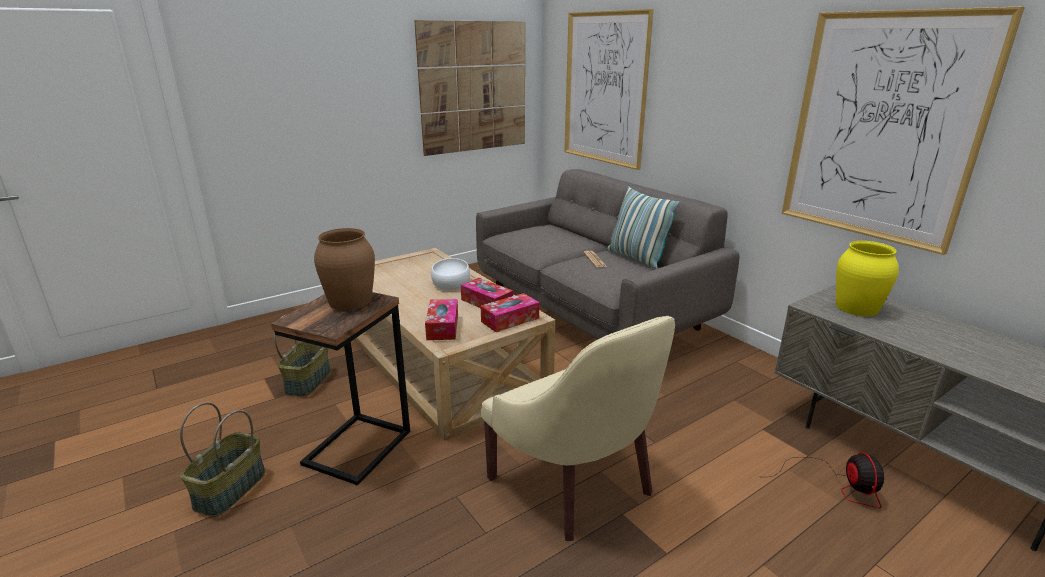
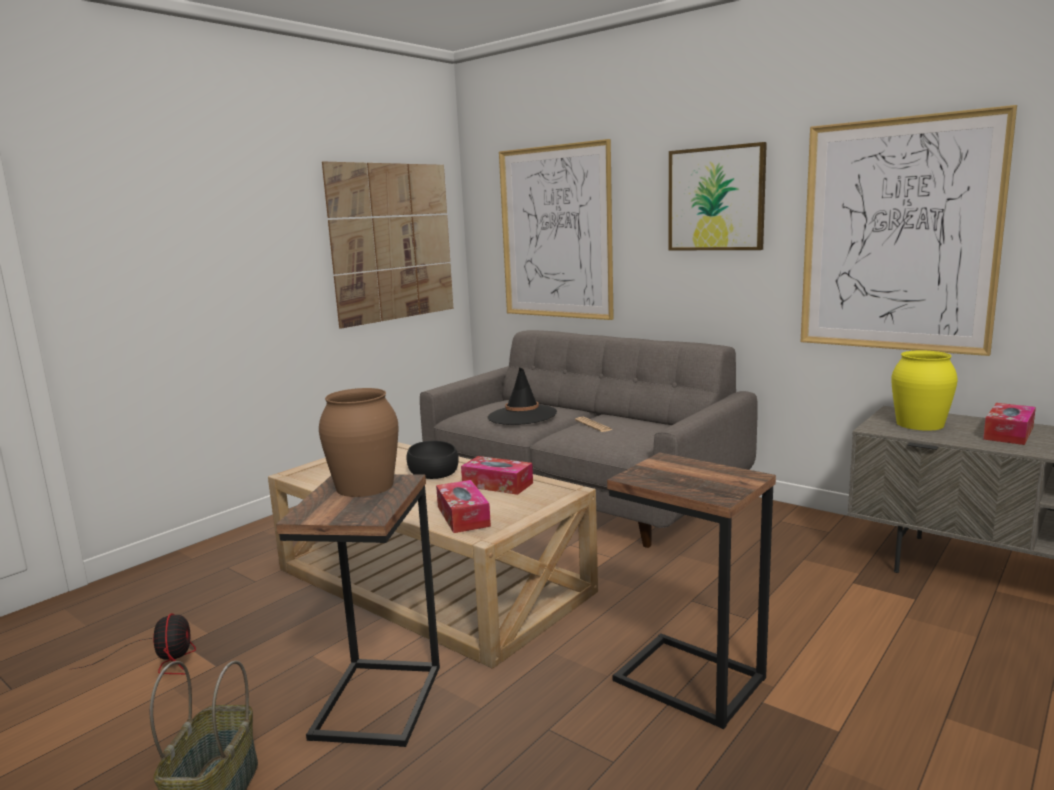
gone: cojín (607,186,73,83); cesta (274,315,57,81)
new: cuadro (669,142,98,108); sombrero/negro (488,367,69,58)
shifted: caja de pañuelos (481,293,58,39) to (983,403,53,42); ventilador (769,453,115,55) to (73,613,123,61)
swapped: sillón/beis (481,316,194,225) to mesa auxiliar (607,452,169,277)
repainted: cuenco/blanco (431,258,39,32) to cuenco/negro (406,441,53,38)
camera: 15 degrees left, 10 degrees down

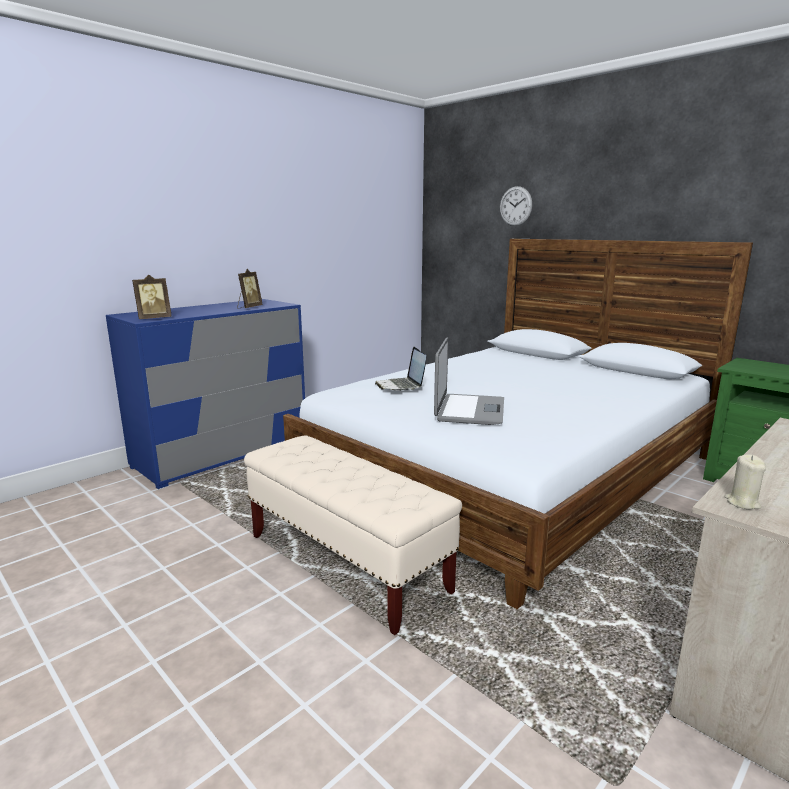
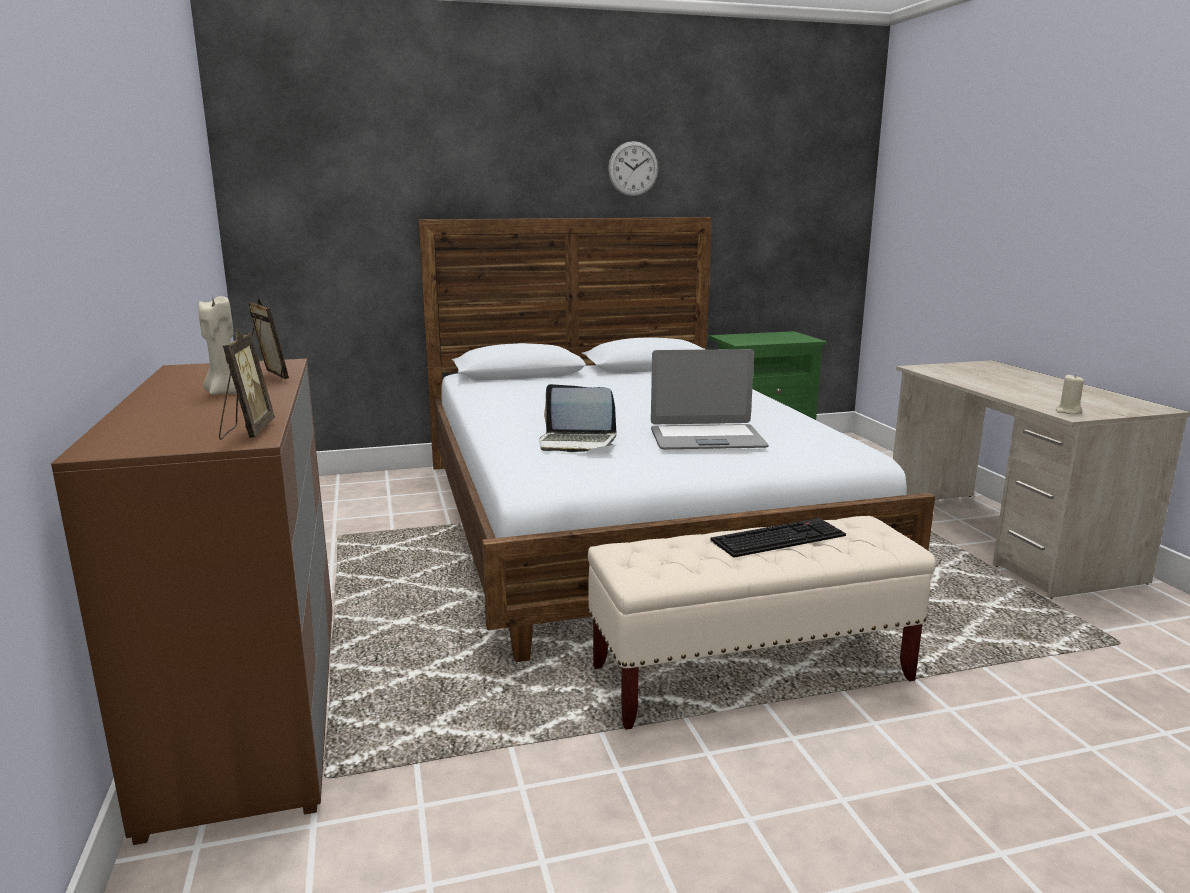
new: vela/beis (198,295,39,100); teclado (710,518,136,40)
shifted: reloj de pared (500,186,32,40) to (608,141,50,55)
repainted: cómoda/azul (106,299,199,190) to cómoda/marrón (51,359,282,486)
rotated: portátil (434,337,70,88) = (651,349,118,100) 135 degrees clockwise
camera: 60 degrees left, 0 degrees up

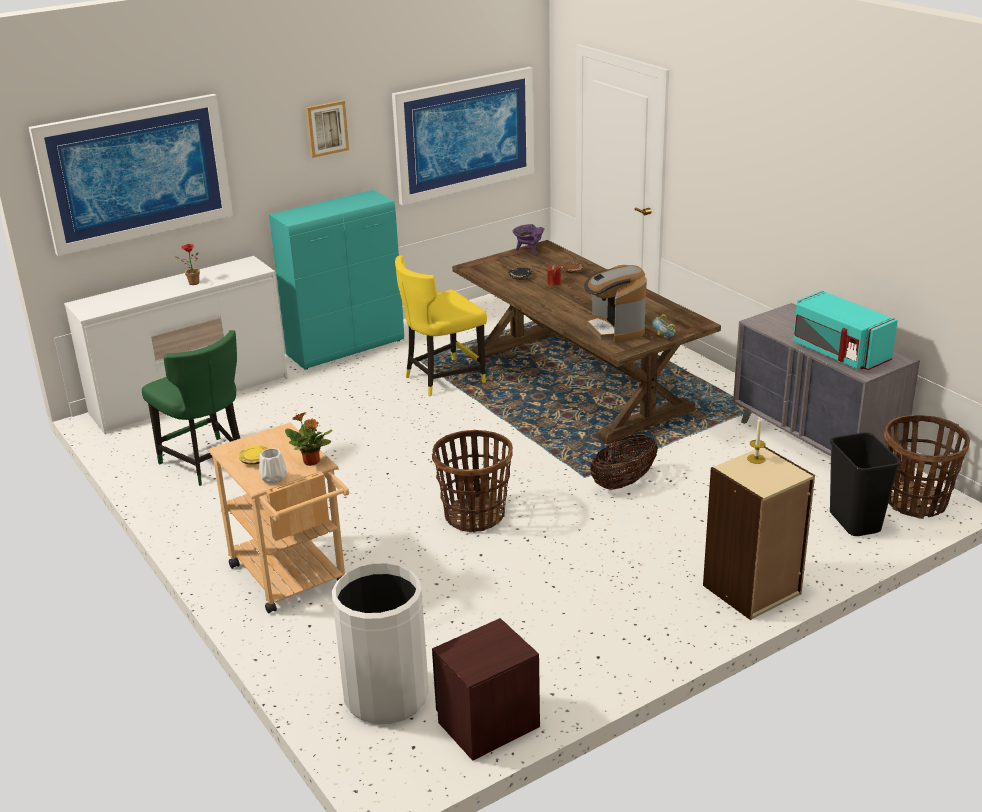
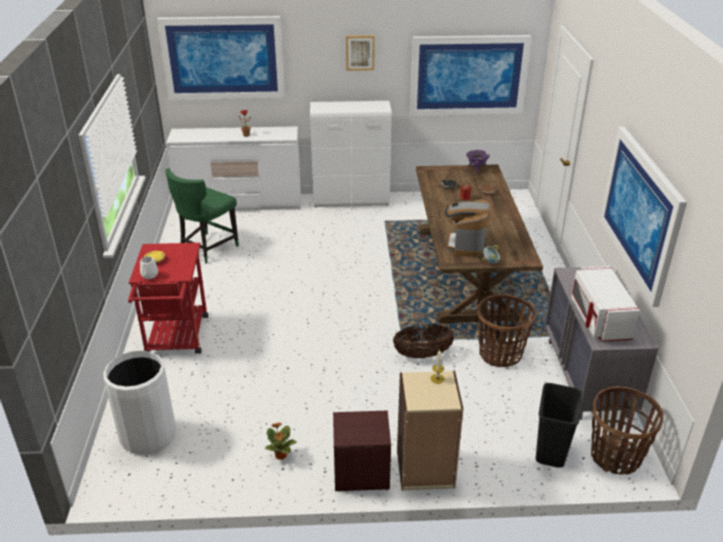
gone: silla/amarillo (395,255,92,141)
new: cuadro (600,127,87,180)
shifted: planta en maceta (285,412,48,54) to (265,422,32,38); cesta (432,430,81,103) to (477,294,59,73); mesita de noche/marrón (432,618,108,143) to (333,410,58,81)
repainted: armario/turquesa (269,190,135,179) to armario/blanco (310,101,82,107); microondas/turquesa (793,290,105,80) to microondas/blanco (571,266,69,76); carrito/beis (208,423,141,190) to carrito/rojo (128,243,80,111)
rotated: silla/verde (142,330,98,156) = (165,168,74,96) 45 degrees clockwise
camera: 30 degrees right, 5 degrees up

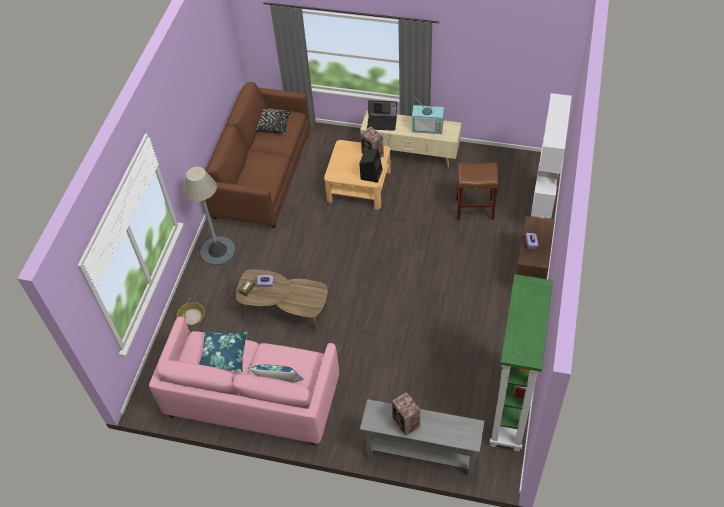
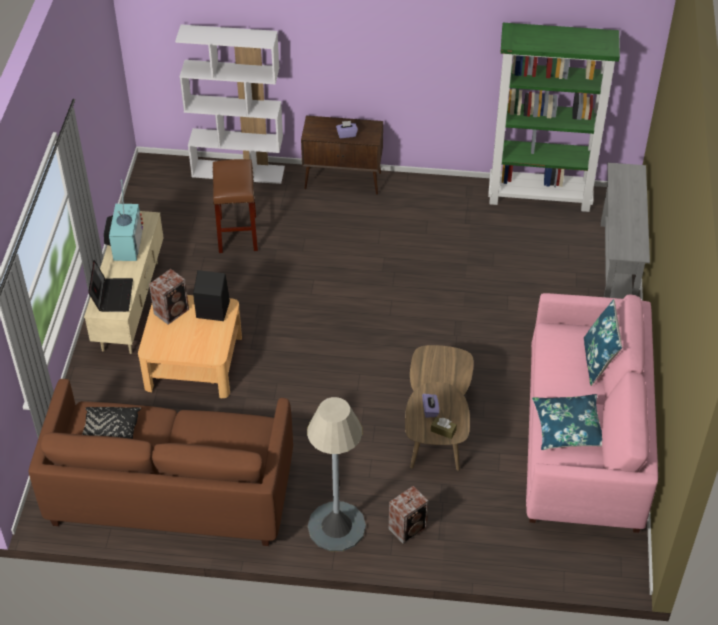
gone: cesta (177,298,28,28)
shifted: altavoz (392,392,28,44) to (389,486,39,58)
camera: 100 degrees left, 5 degrees down

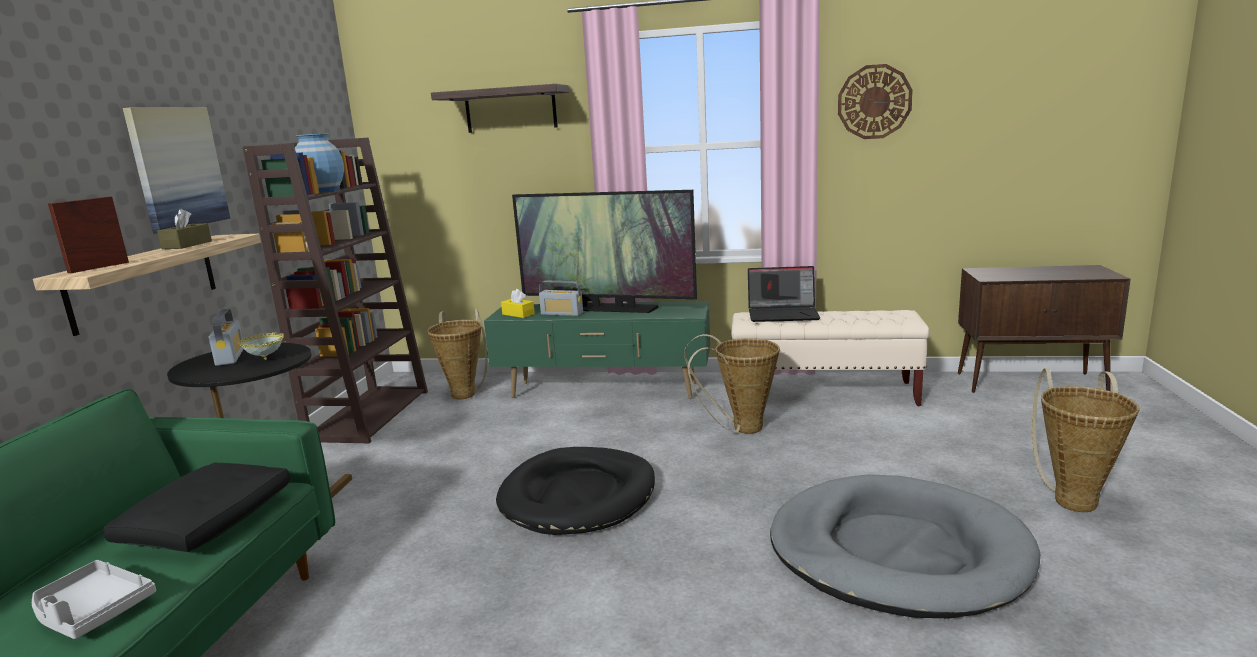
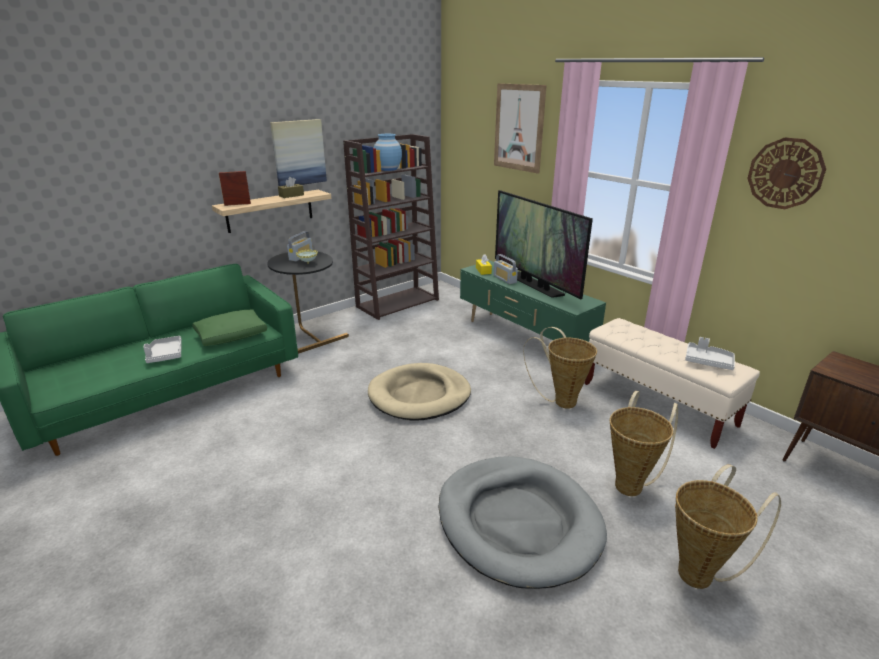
gone: portátil (748,266,72,56)
new: bandeja/gris (685,337,50,33)
shifted: cesta (427,309,60,90) to (610,391,68,105)
swapped: estante (431,84,138,49) to cuadro (494,83,53,91)
repainted: cama para perro/negro (496,447,159,88) to cama para perro/beis (368,363,103,58); cojín/negro (103,463,187,89) to cojín/verde (192,309,75,37)
camera: 40 degrees right, 10 degrees up

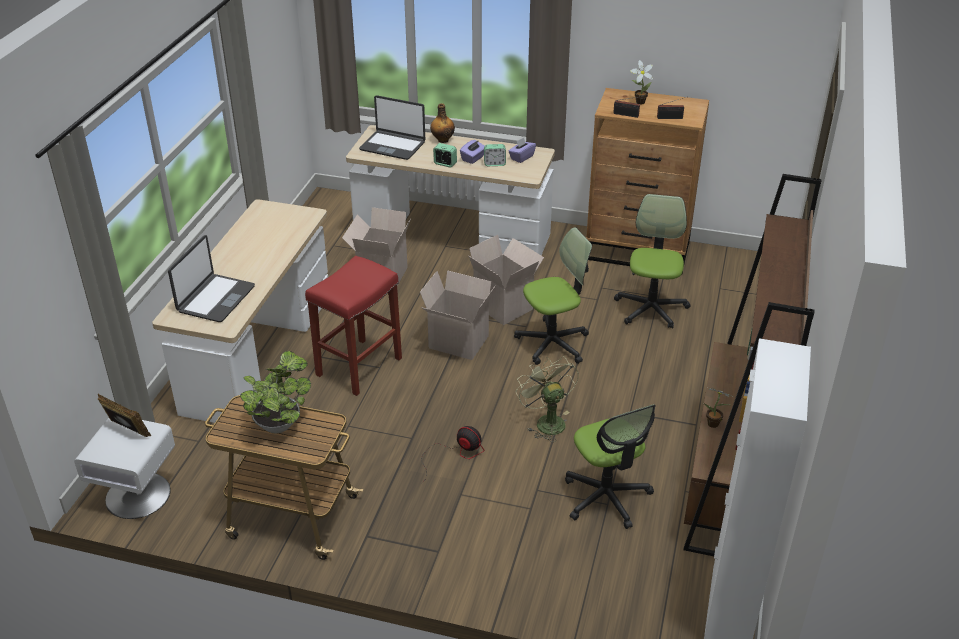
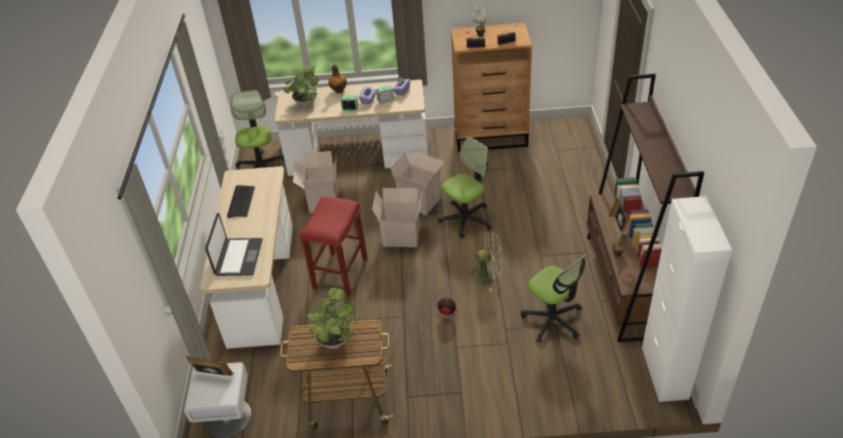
new: teclado (227,185,28,33); portarretratos (608,196,20,45)
shifted: silla de oficina (614,194,77,135) to (231,90,54,78)
swapped: portátil (359,95,66,65) to planta en maceta (284,65,35,41)
rotated: ventilador/verde (516,356,63,86) = (467,233,36,59) 135 degrees clockwise
camera: 15 degrees left, 5 degrees up

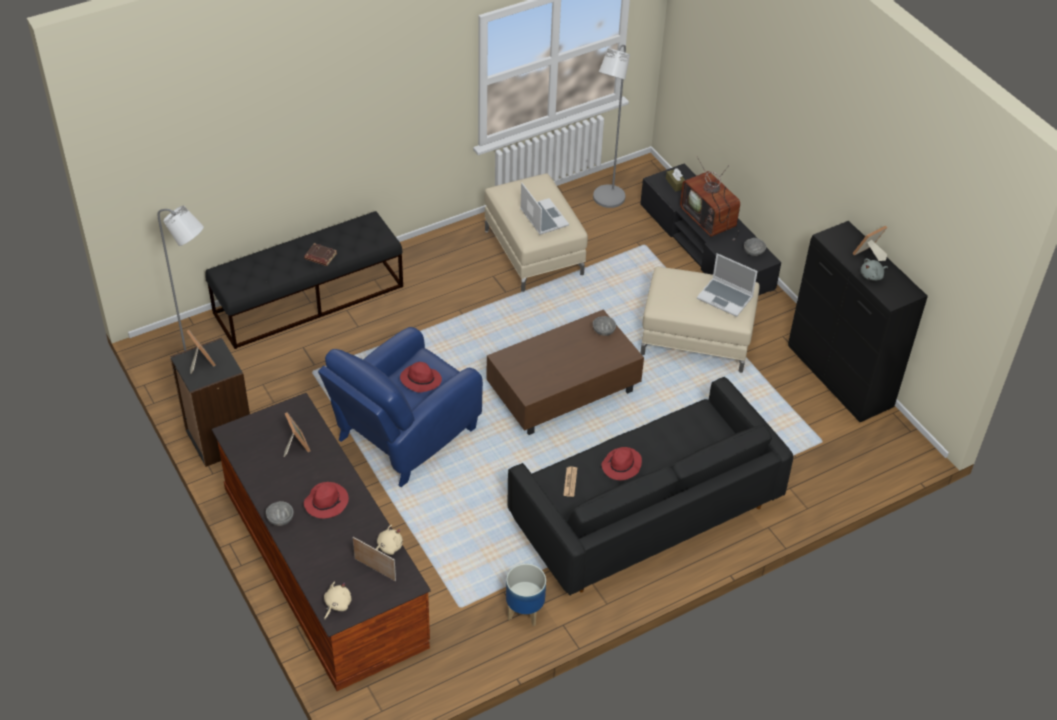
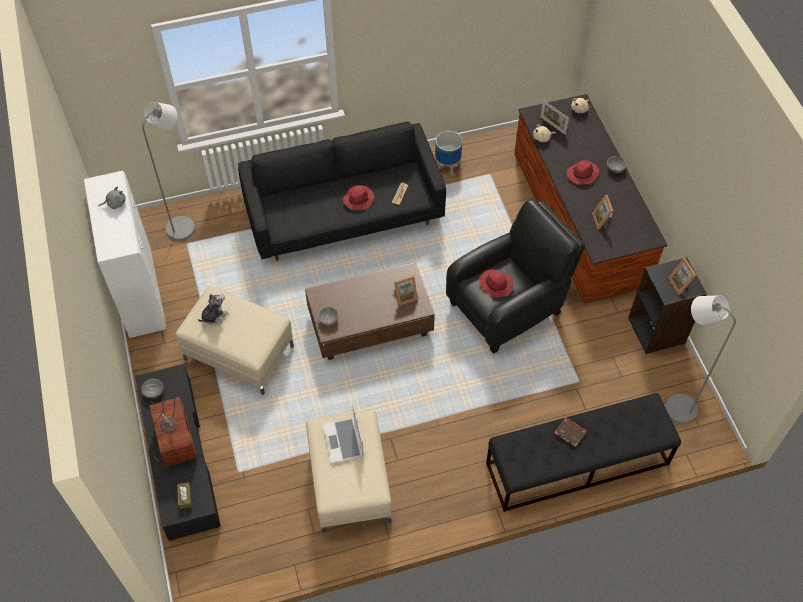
shifted: lámpara de pie/gris (593,45,37,163) to (142,102,53,139); portarretratos (852,225,35,36) to (393,275,25,31)
swapped: portátil (697,253,61,64) to peluche (198,294,31,31)
repainted: armario/negro (788,221,140,201) to armario/blanco (84,171,82,167); sillón/azul (318,327,165,160) to sillón/negro (446,199,139,155)
camera: 165 degrees left, 10 degrees up

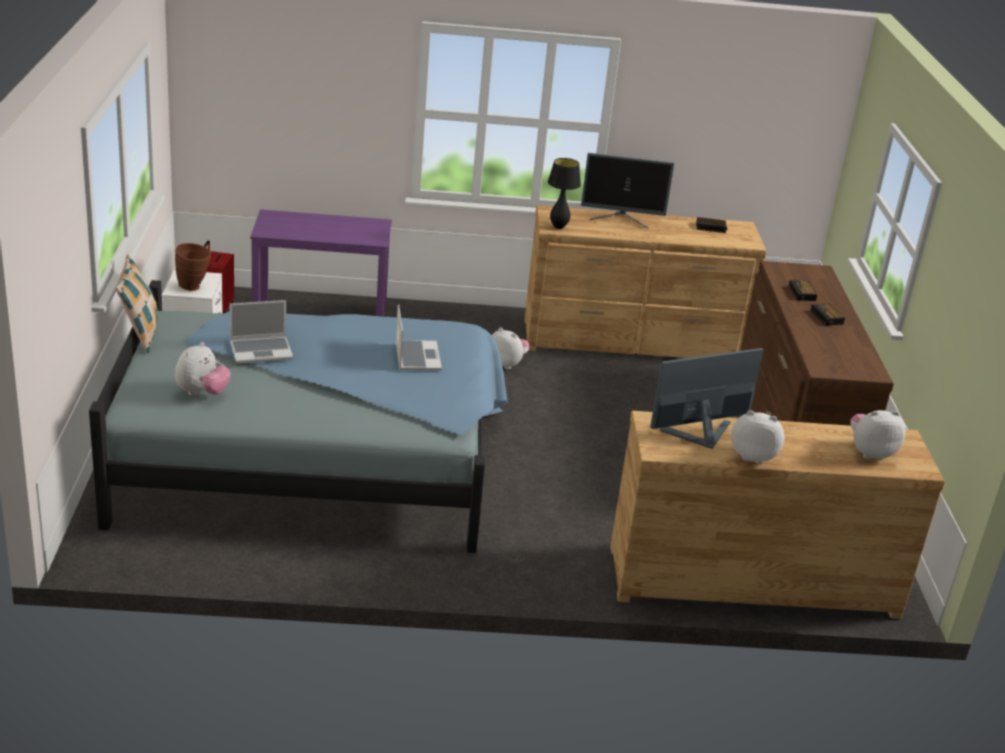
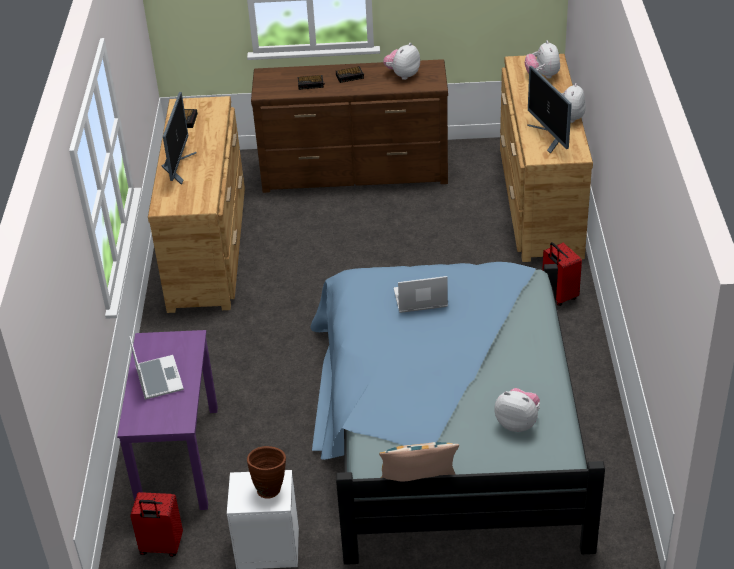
gone: lámpara de mesa/negro (548,158,33,71)
new: maleta/rojo (542,242,40,64)
shifted: portátil (230,300,63,63) to (129,336,55,64); peluche (492,327,38,43) to (383,43,37,37)
camera: 85 degrees left, 10 degrees up

